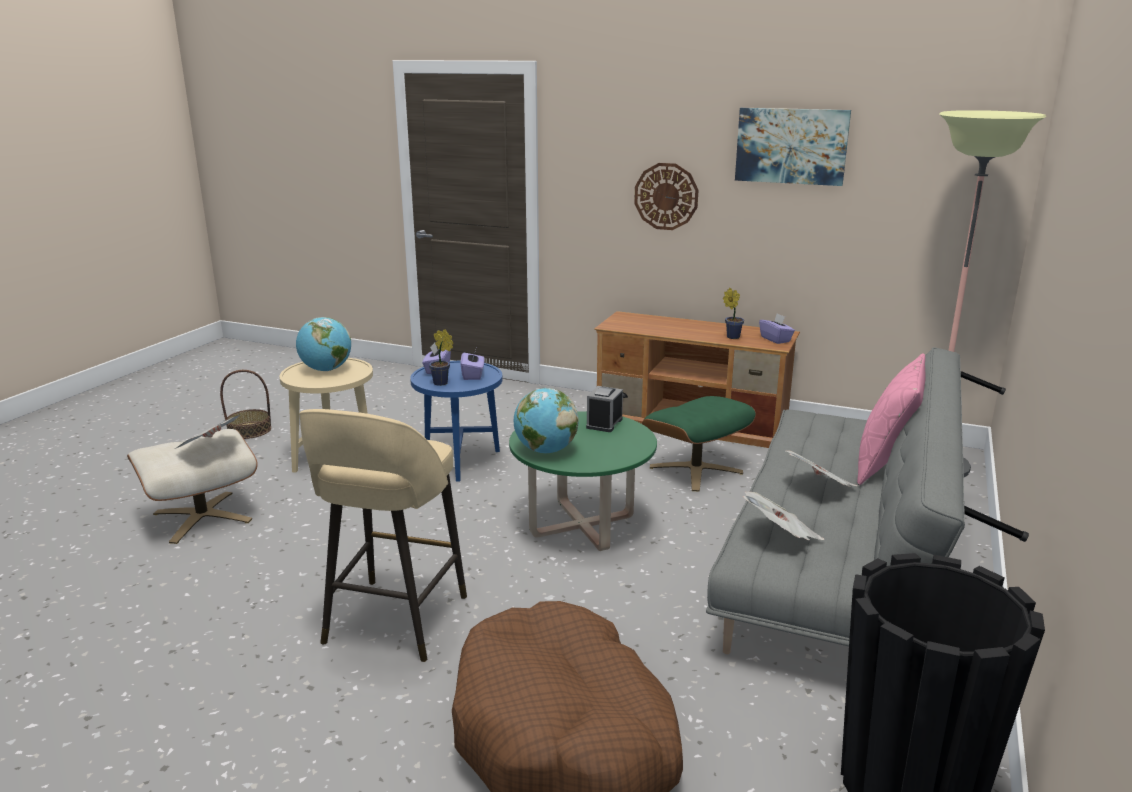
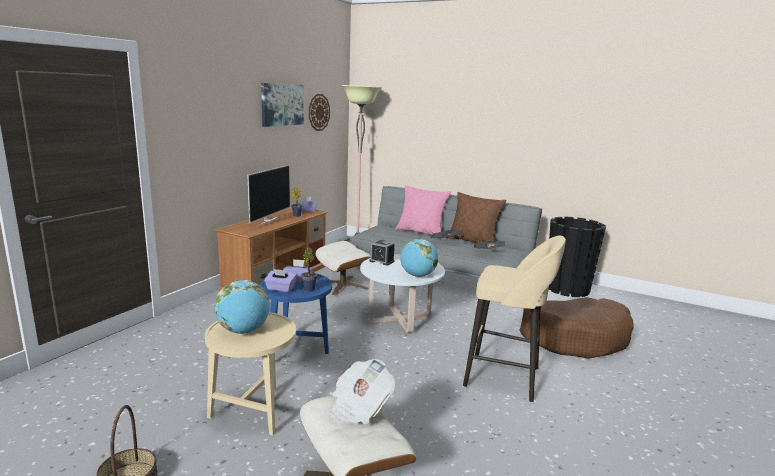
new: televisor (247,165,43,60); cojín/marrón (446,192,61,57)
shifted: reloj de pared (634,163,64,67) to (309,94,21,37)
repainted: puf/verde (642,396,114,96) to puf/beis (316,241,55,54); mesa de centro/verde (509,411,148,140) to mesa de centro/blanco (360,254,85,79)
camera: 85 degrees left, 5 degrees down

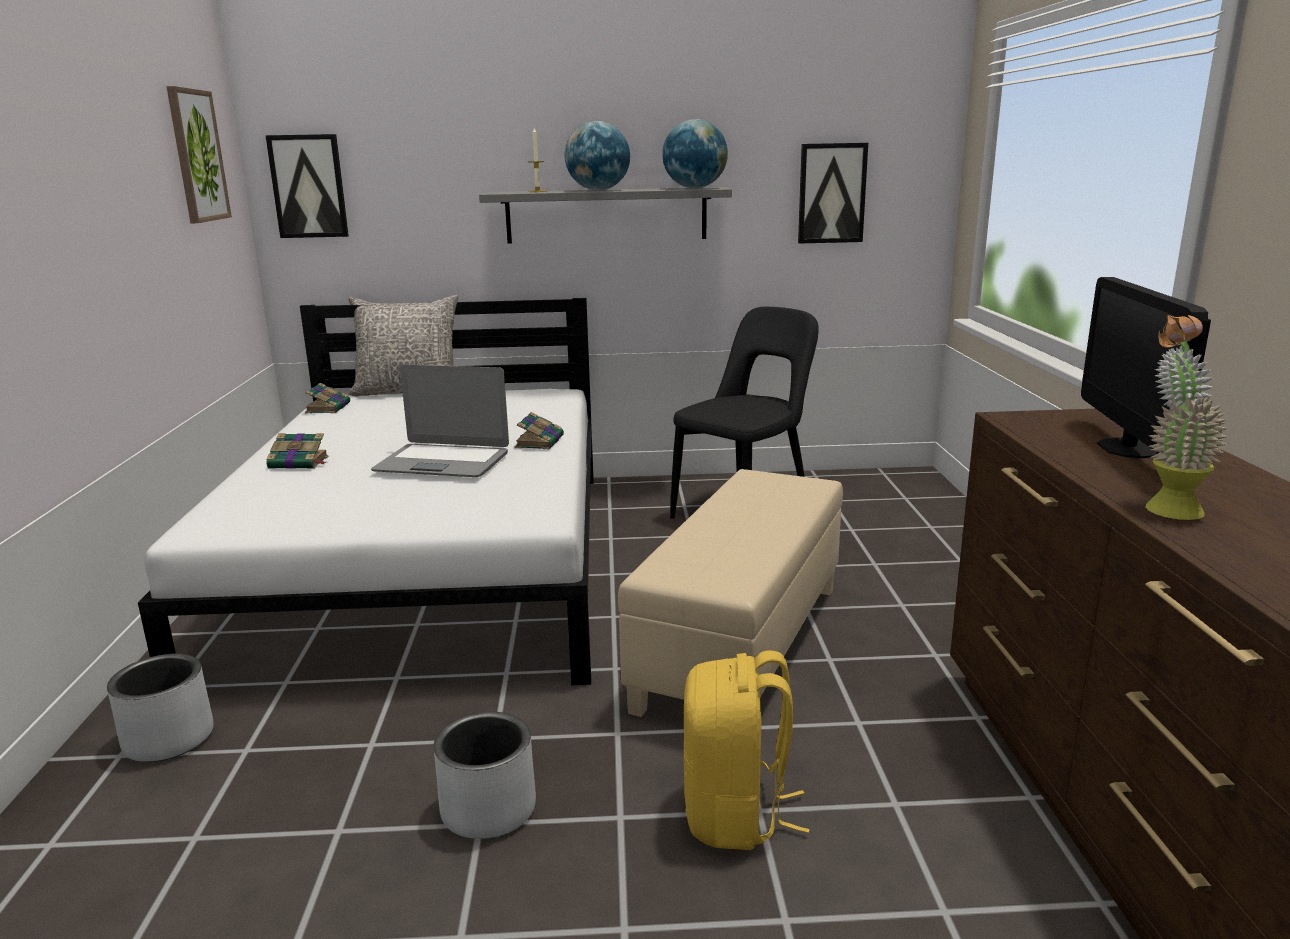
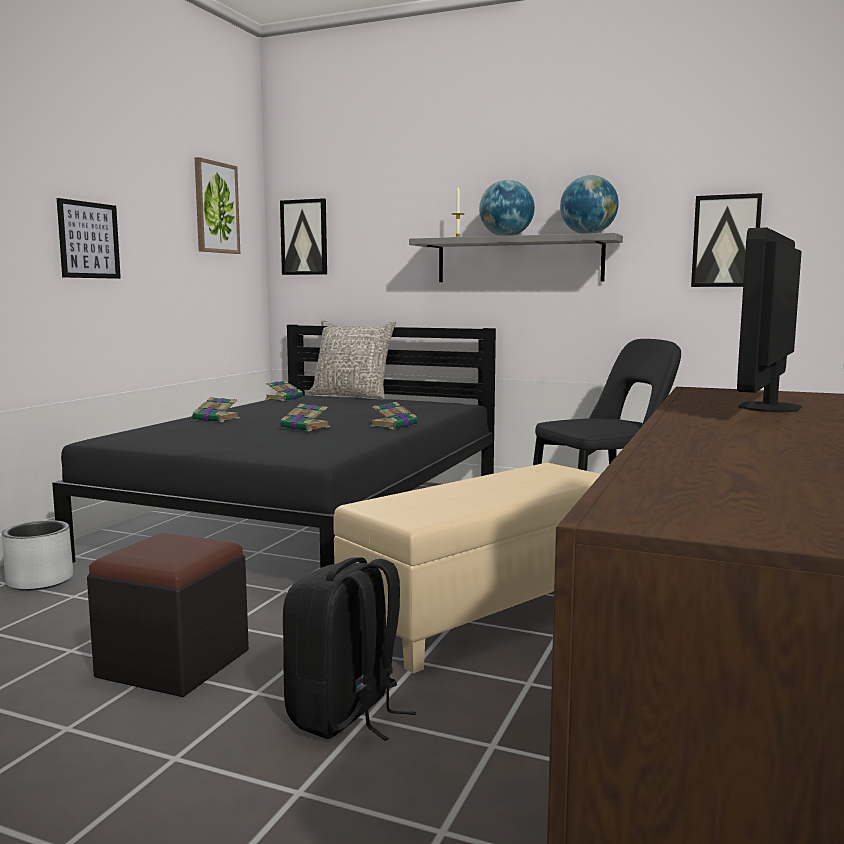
gone: planta en maceta (1145,315,83,205)
new: cuadro (57,198,64,81)
swapped: portátil (371,364,138,113) to libro (280,403,50,28); maceta/gris (434,712,102,127) to puf/negro (87,533,162,164)
repainted: cama/blanco (138,298,456,387) to cama/negro (52,325,444,243); mochila/amarillo (684,650,126,200) to mochila/negro (283,557,133,184)
camera: 25 degrees right, 10 degrees down

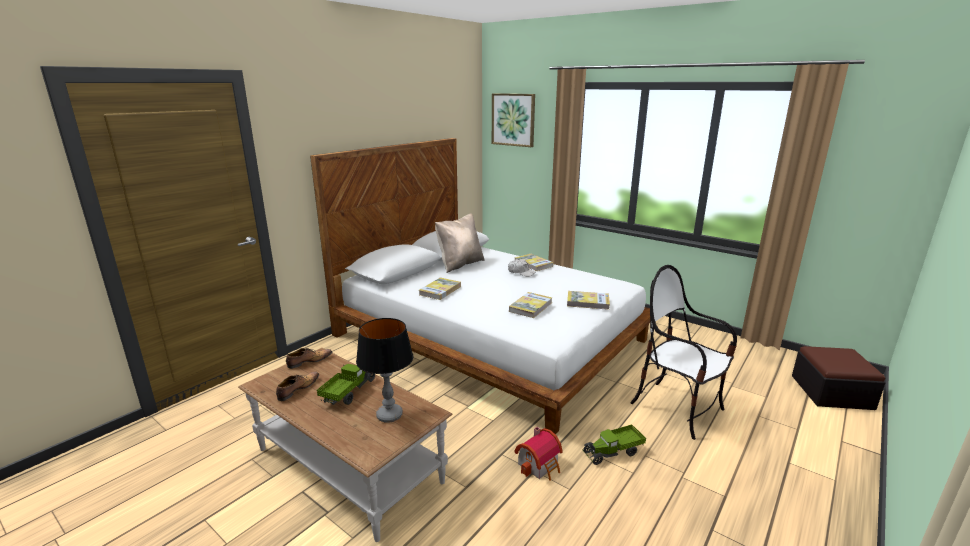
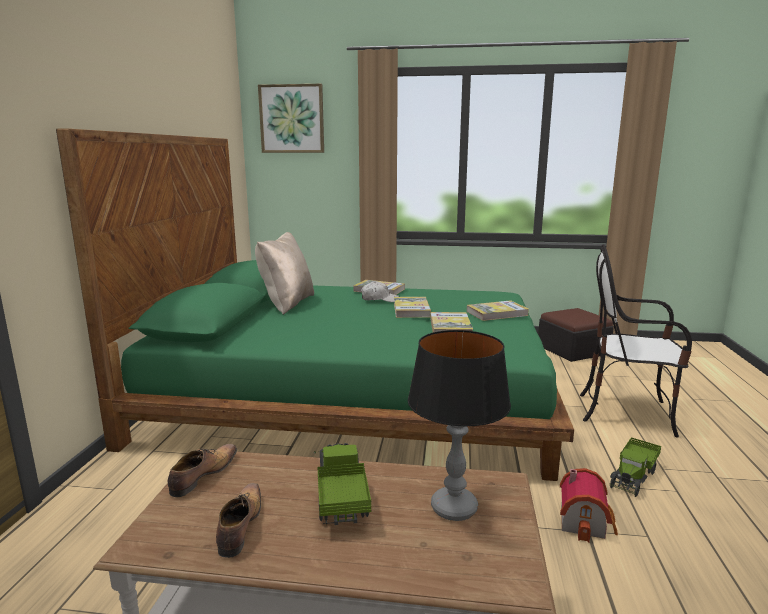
shifted: libro (419,277,42,23) to (394,297,37,21); puf (792,346,94,64) to (538,308,76,54)
repainted: cama/blanco (310,138,340,297) to cama/verde (56,129,518,352)
camera: 30 degrees left, 5 degrees down

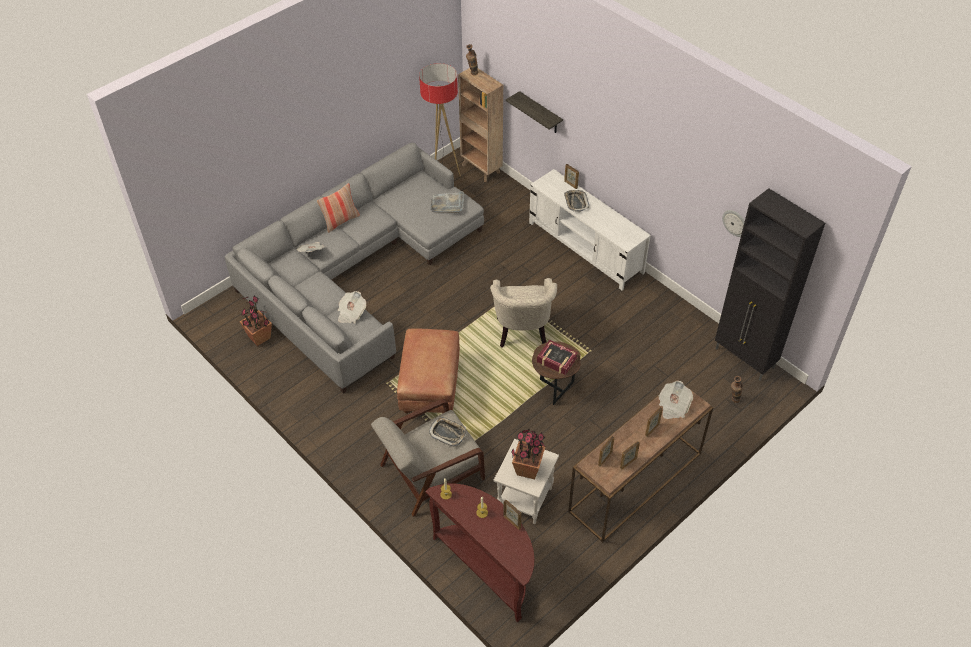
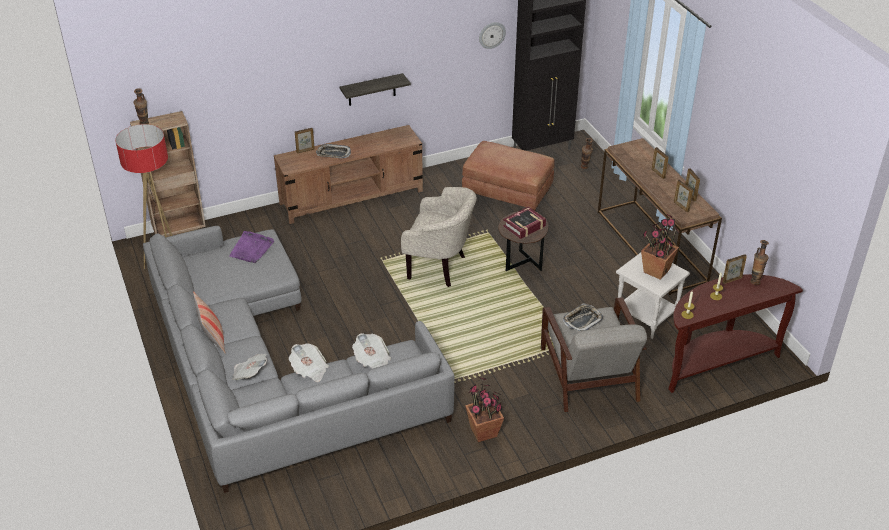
new: florero (750,240,19,45)
shifted: estante (506,91,57,42) to (339,73,72,33); planta en maceta (240,296,32,50) to (465,377,39,65); puf/marrón (397,329,63,85) to (462,141,93,70); periódico (659,381,34,38) to (289,343,40,39)
repainted: mueble de televisión/blanco (529,169,122,121) to mueble de televisión/marrón (274,125,149,99); bandeja/gris (431,191,33,22) to bandeja/morado (229,231,45,32)
camera: 70 degrees left, 10 degrees down

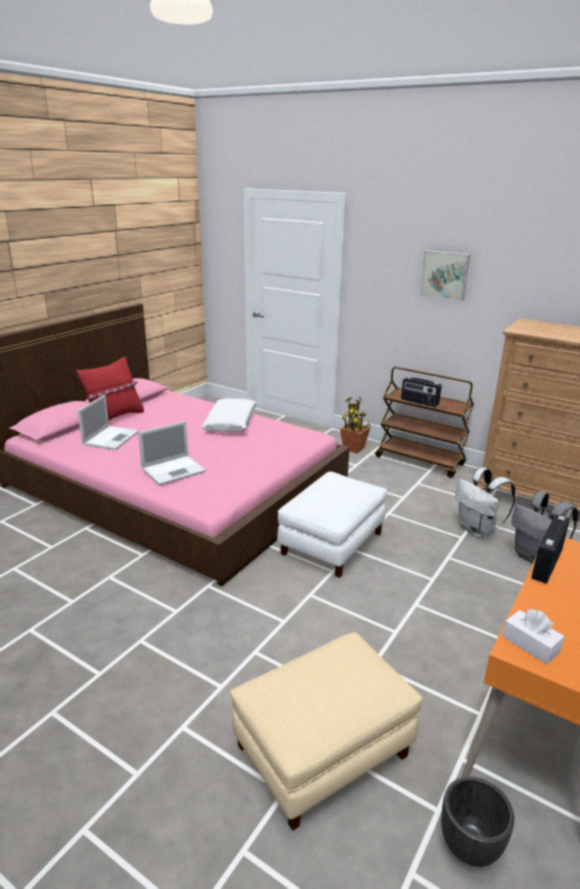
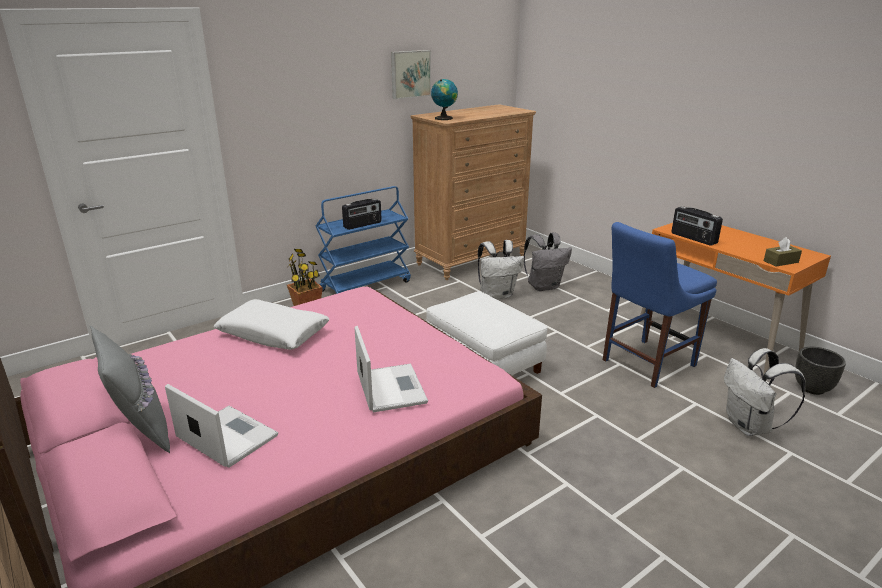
new: globo terráqueo (431,79,27,41); silla/azul (603,222,114,166)
shifted: cuadro (420,250,50,51) to (391,50,40,49)
swapped: puf/beis (231,632,192,199) to mochila/blanco (724,348,82,88)
repainted: cojín/rojo (76,357,68,64) to cojín/gris (90,326,80,127); carrito/marrón (375,367,99,111) to carrito/azul (316,186,95,108); caja de pañuelos/blanco (502,609,63,56) to caja de pañuelos/marrón (764,237,38,30)
camera: 70 degrees left, 0 degrees up

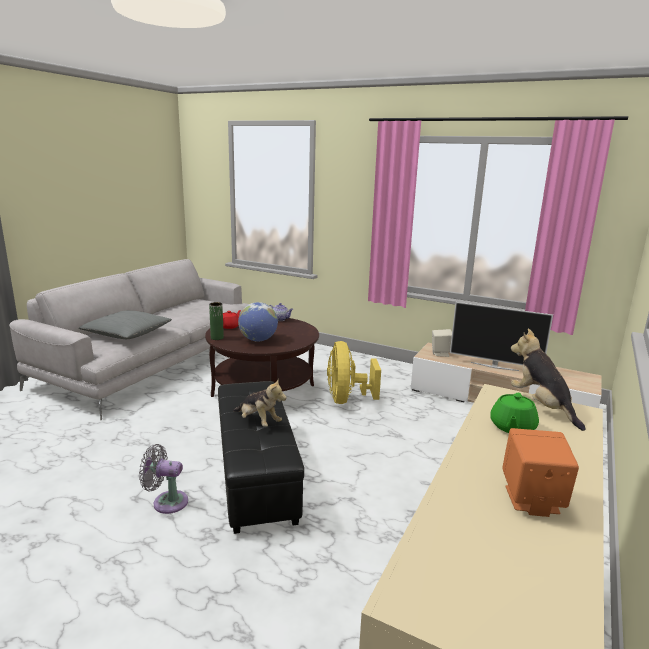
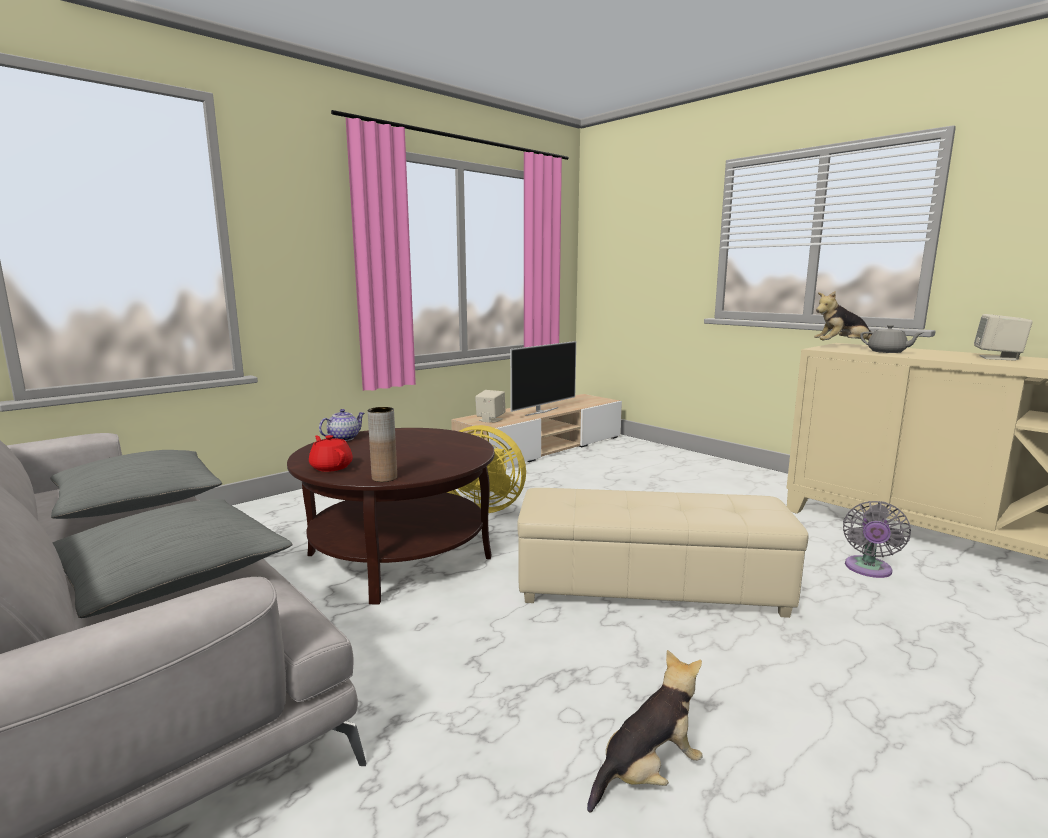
gone: globo terráqueo (238,302,40,39)
new: cojín/gris (50,450,172,69)
shifted: peluche (233,378,54,49) to (587,650,115,163); ventilador/gris (139,444,49,70) to (843,501,68,77)
repainted: florero/verde (209,302,15,38) to florero/marrón (368,407,29,75); puf/negro (218,381,86,153) to puf/beis (517,488,292,130); tetera/verde (490,393,49,40) to tetera/gris (860,325,64,28); altavoz/naranja (502,428,77,89) to altavoz/beis (974,314,59,46)
camera: 70 degrees left, 5 degrees down

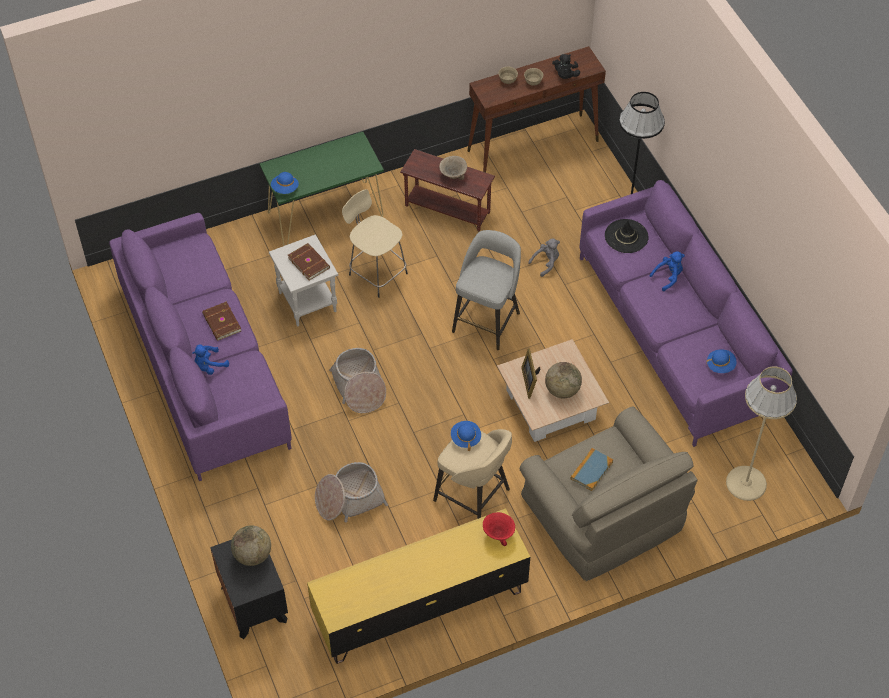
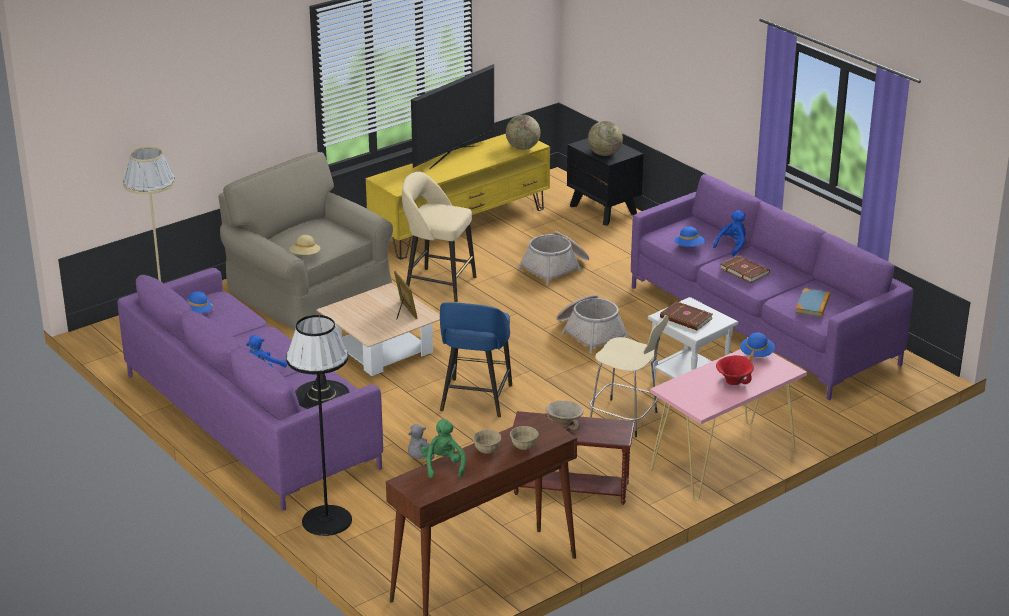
new: televisor (411,64,83,105); sombrero/beis (289,235,31,20)
shifted: globo terráqueo (545,362,37,37) to (506,115,34,35); sombrero/azul (451,421,30,30) to (674,227,32,20); libro (570,448,43,43) to (796,288,34,29); cuenco/rojo (483,512,32,34) to (716,355,38,30)
repainted: peluche/negro (552,54,28,25) to peluche/verde (421,419,45,59); mesa consola/verde (260,132,124,114) to mesa consola/rosa (650,349,157,151); taburete/gris (452,230,69,120) to taburete/azul (440,302,72,115)
camera: 165 degrees right, 25 degrees down

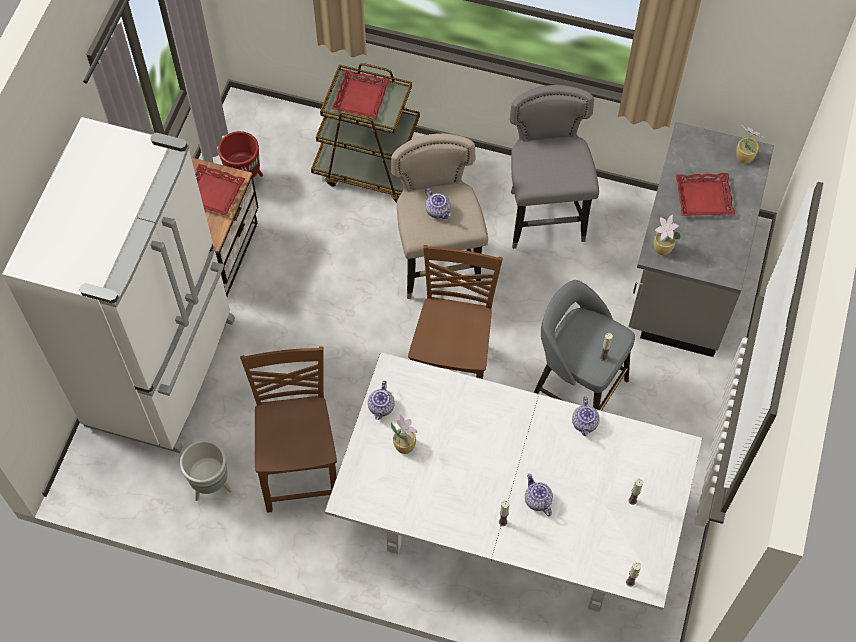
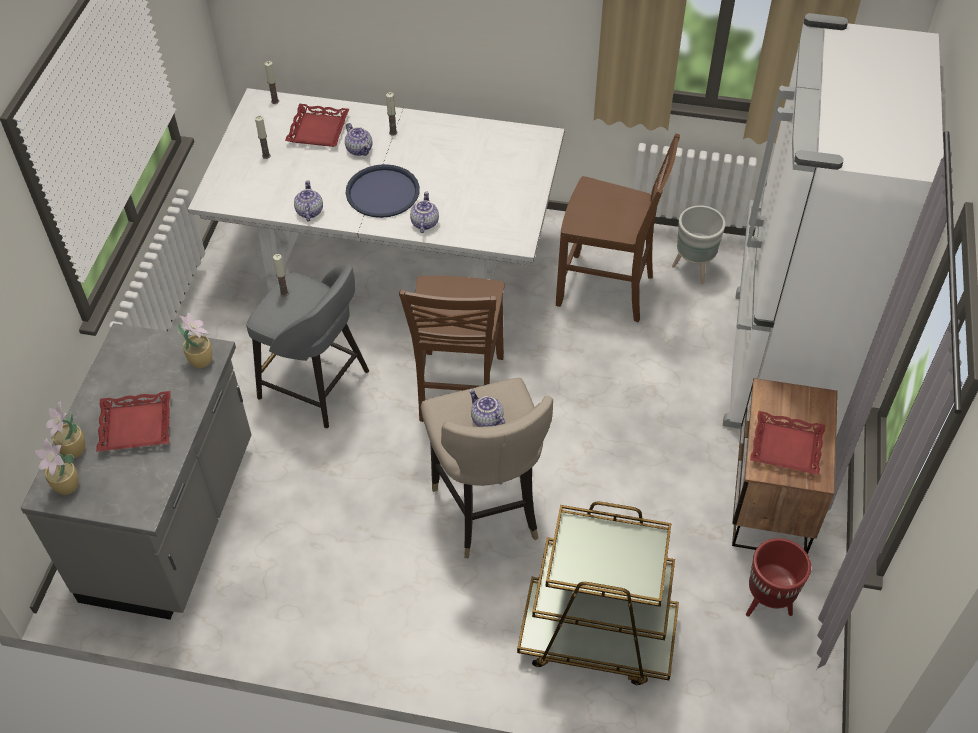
gone: taburete/gris (509,85,90,164)
new: bandeja/azul (346,164,74,54)
shifted: bandeja/rojo (331,70,59,48) to (285,104,64,43); tetera (368,381,27,39) to (410,192,29,41); planta en maceta (391,414,27,40) to (45,401,40,57)
rotated: silla/marrón (240,346,97,166) = (556,134,124,188) 60 degrees counterclockwise
camera: 175 degrees right, 10 degrees down

